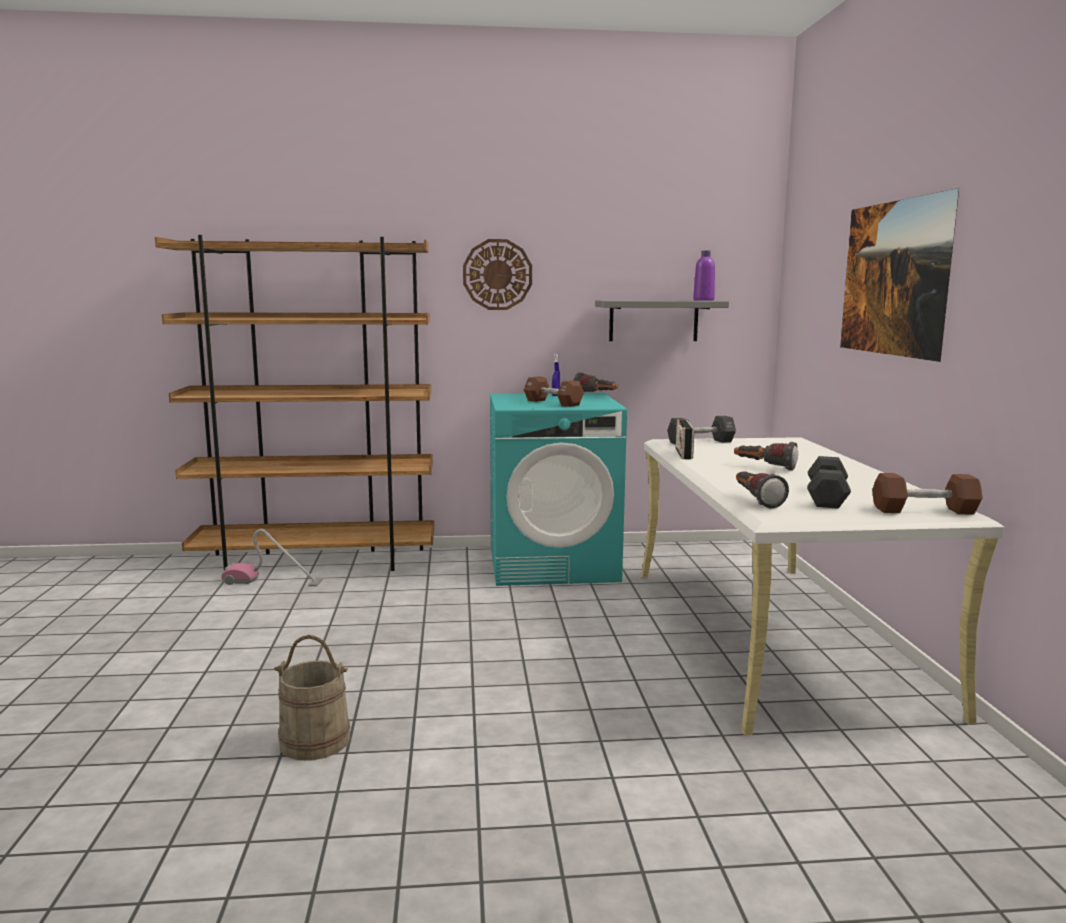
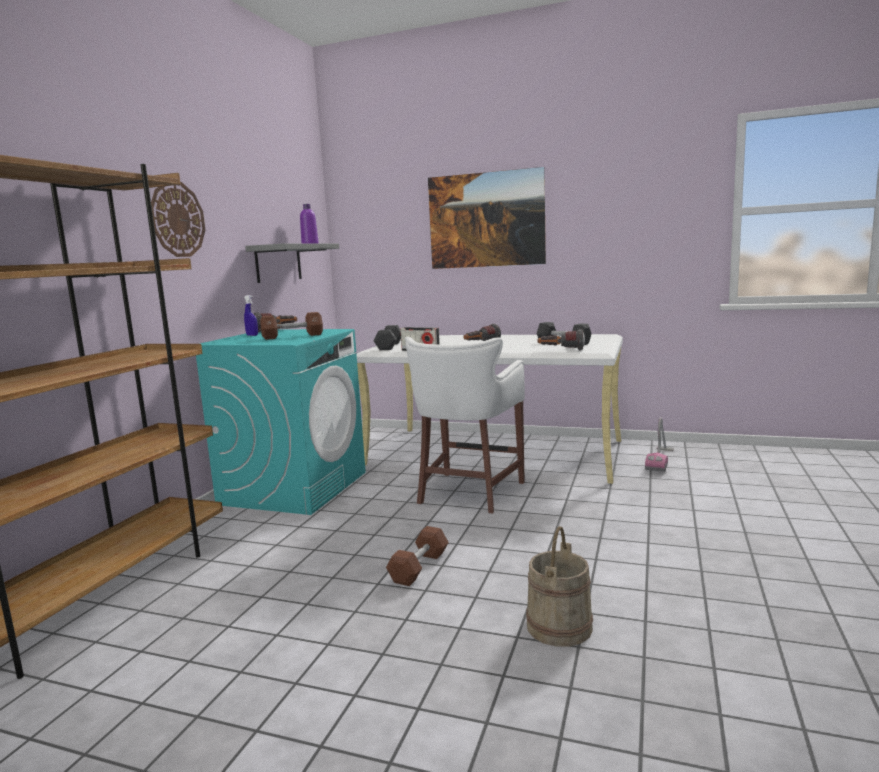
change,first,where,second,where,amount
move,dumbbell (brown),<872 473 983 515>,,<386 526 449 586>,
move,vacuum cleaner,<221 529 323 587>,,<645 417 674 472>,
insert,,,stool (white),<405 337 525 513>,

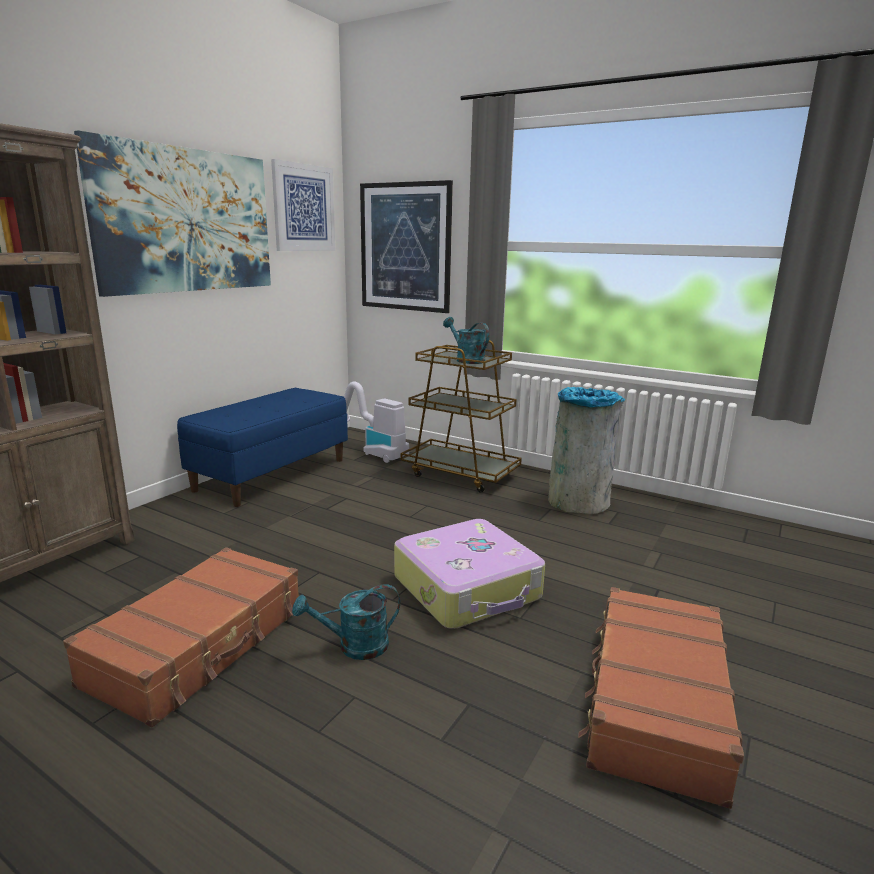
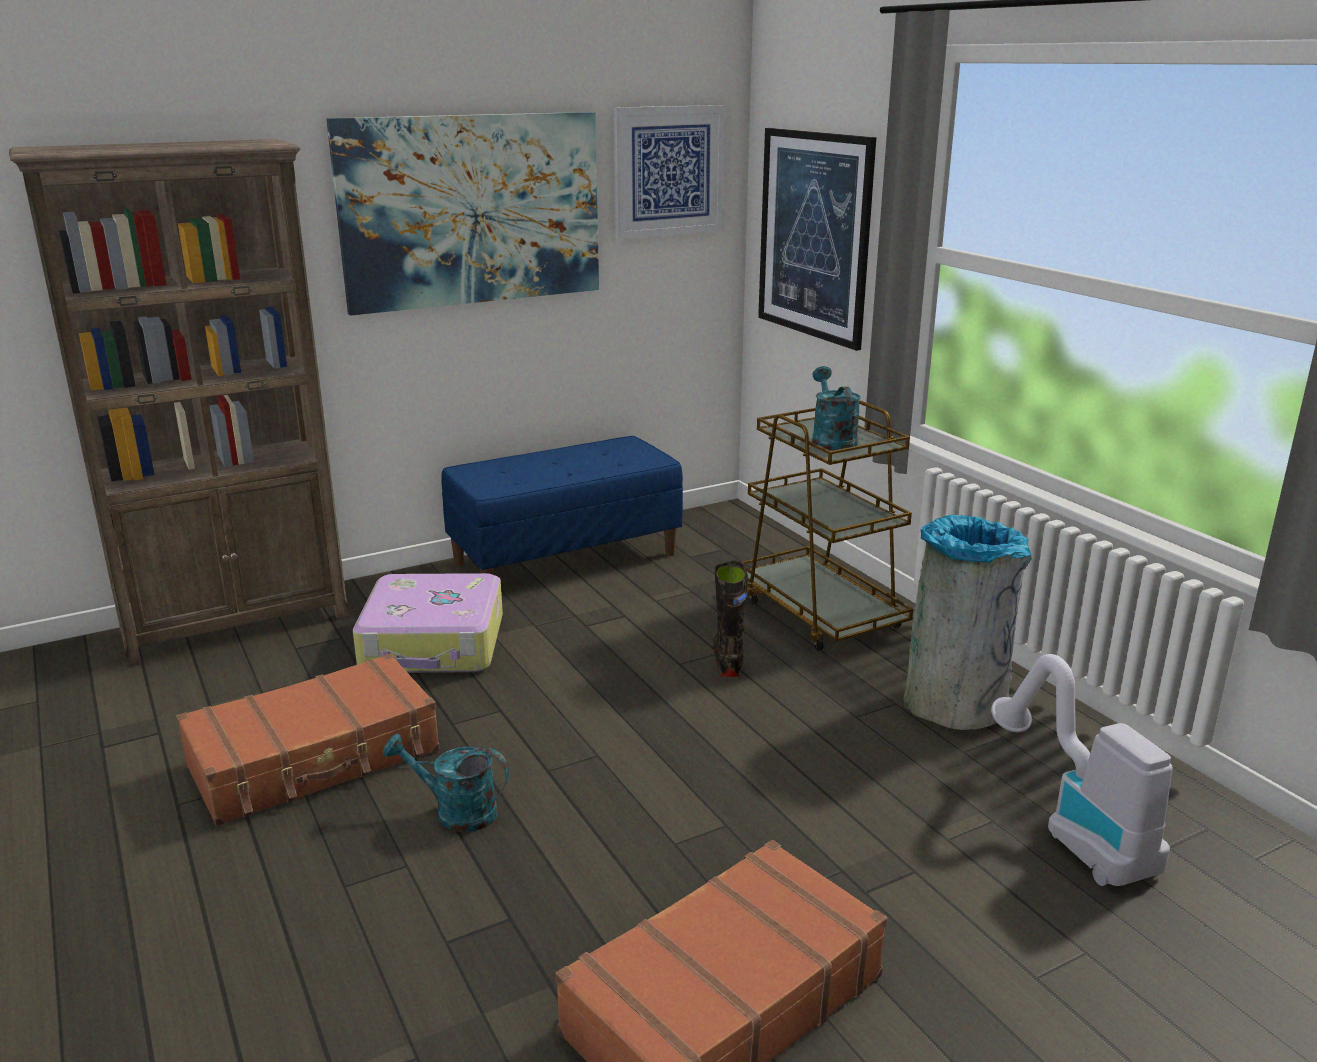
change,first,where,second,where,amount
move,vacuum cleaner,<344 382 409 463>,,<991 654 1173 886>,
move,suitcase,<394 519 545 629>,,<353 573 503 673>,
insert,,,boot (black),<713 560 748 677>,

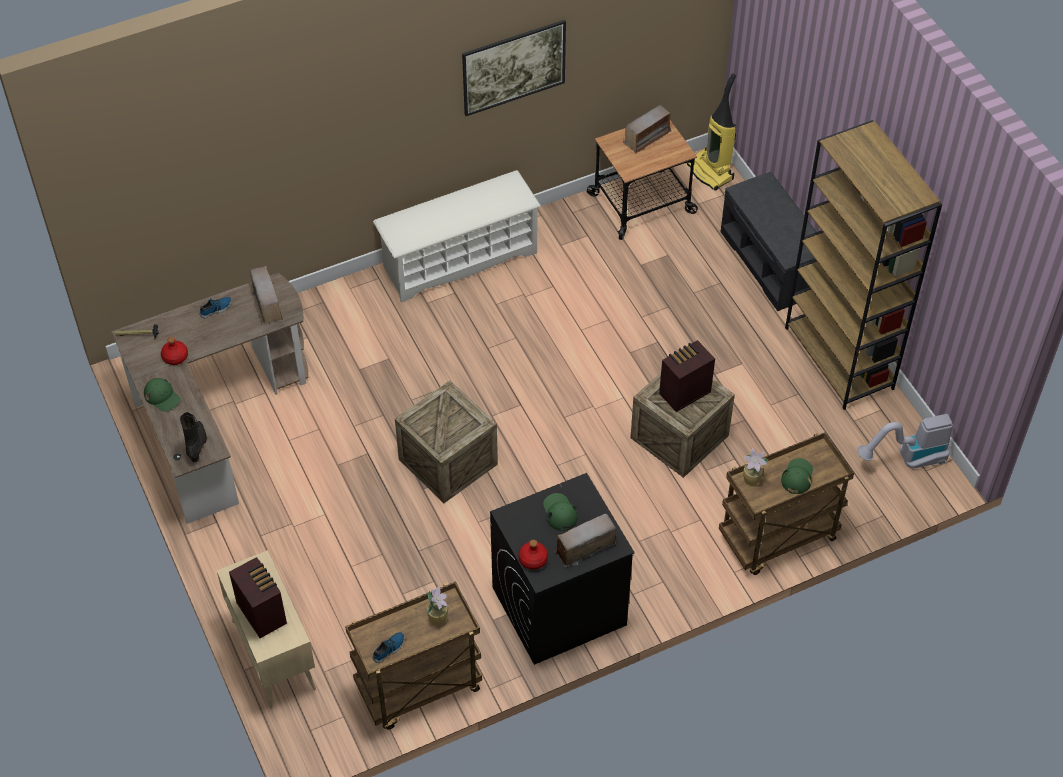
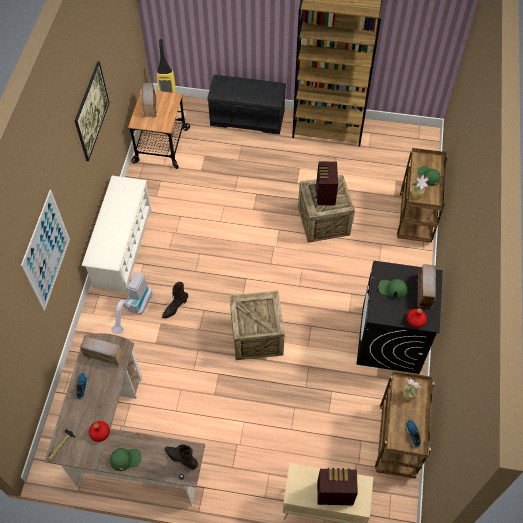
change,first,where,second,where,amount
move,vacuum cleaner,<857 414 953 469>,,<111 272 153 334>,
insert,,,picture,<21 190 70 311>,
insert,,,boot (black),<162 282 188 318>,

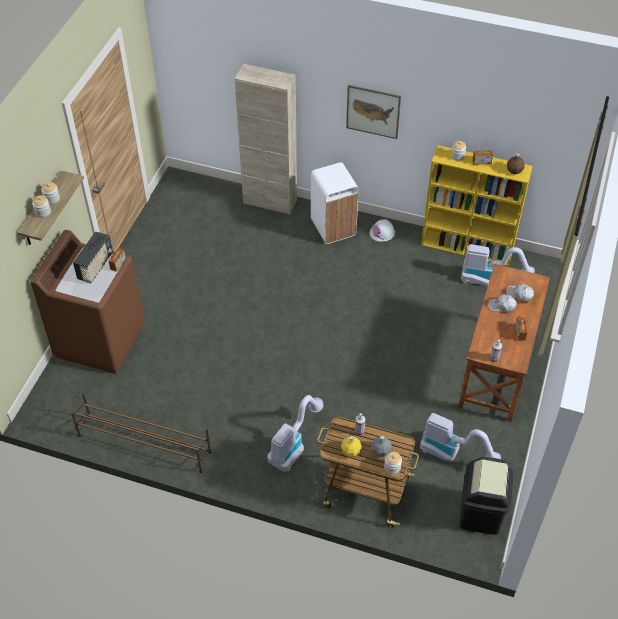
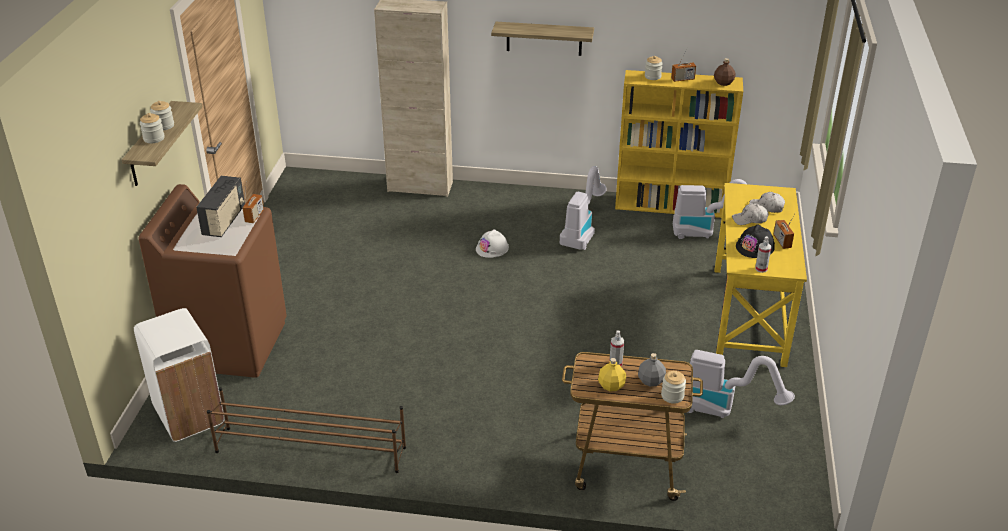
change,first,where,second,where,amount
replace,picture,<346 85 401 139>,shelf,<491 22 594 56>,
move,trash can (white),<311 162 359 244>,,<134 308 225 442>,
move,hard hat (white),<370 219 395 242>,,<476 229 509 258>,
recolor,desk (brown),<458 264 550 422>,desk (yellow),<715 183 807 367>,
move,vacuum cleaner,<267 395 323 472>,,<559 166 607 250>,
delete,trash can (black),<459 457 513 535>,,,
insert,,,hard hat (black),<736 224 775 258>,

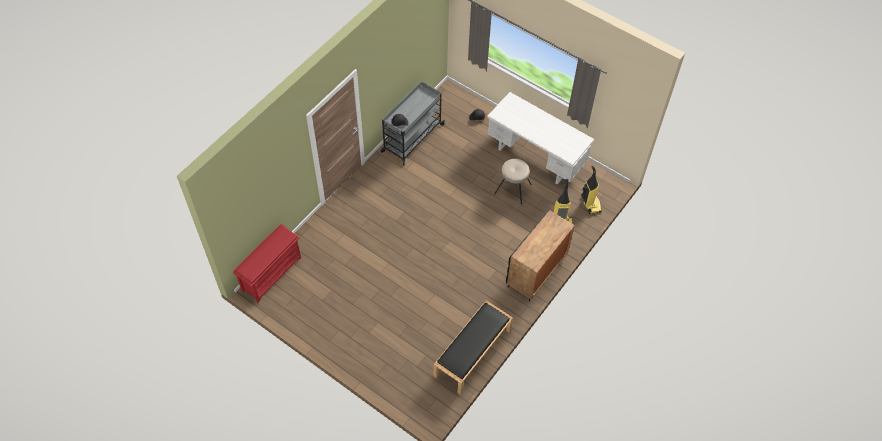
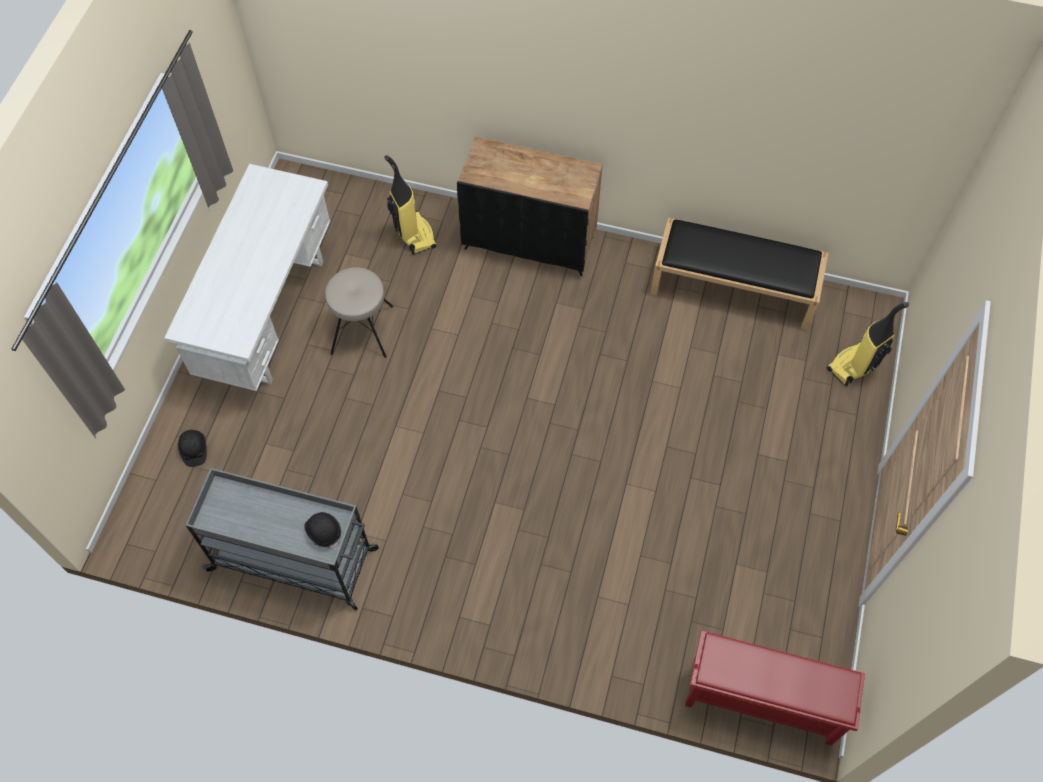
change,first,where,second,where,amount
move,vacuum cleaner,<581 166 602 214>,,<827 302 909 386>,

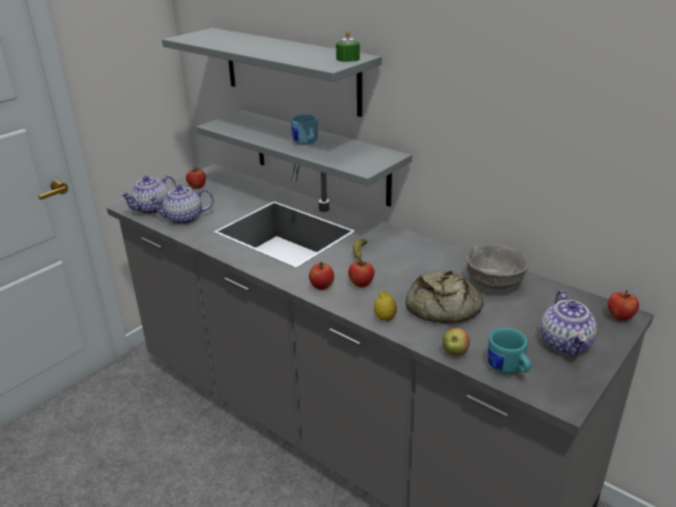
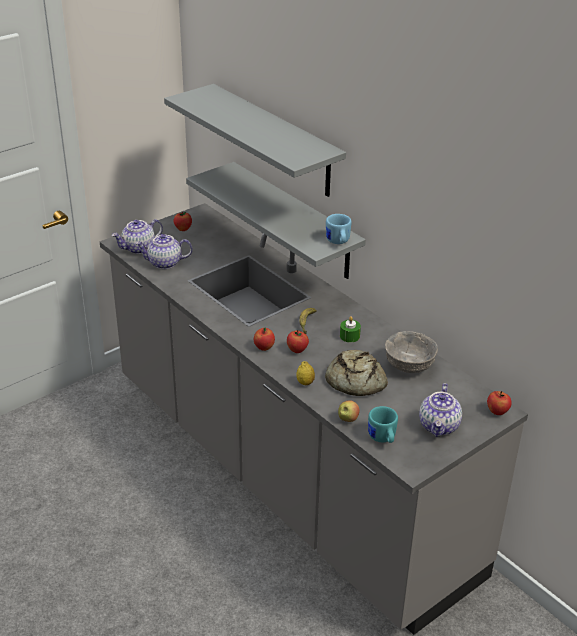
change,first,where,second,where,amount
move,candle (green),<336 30 360 62>,,<340 316 361 342>,
move,mug (blue),<291 114 318 145>,,<326 214 351 244>,

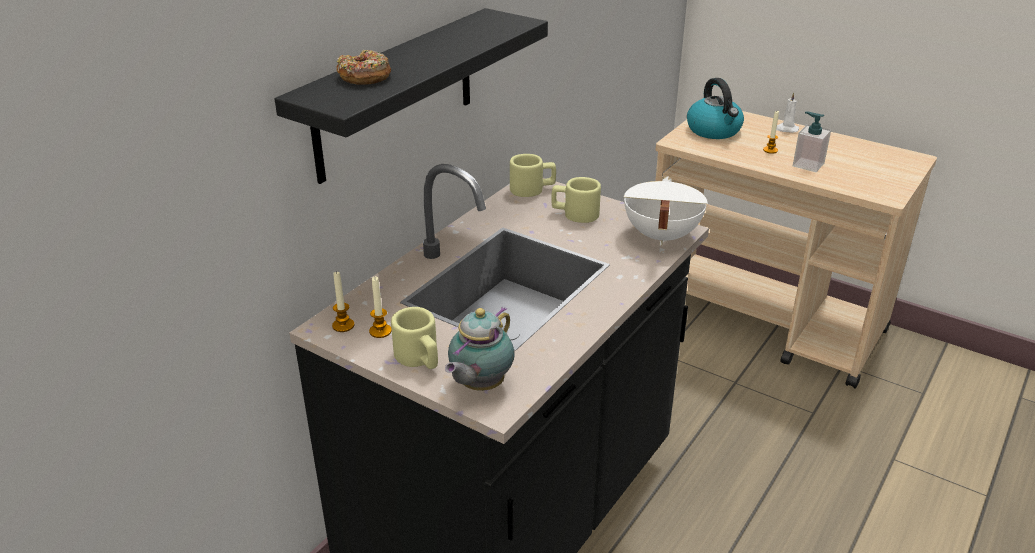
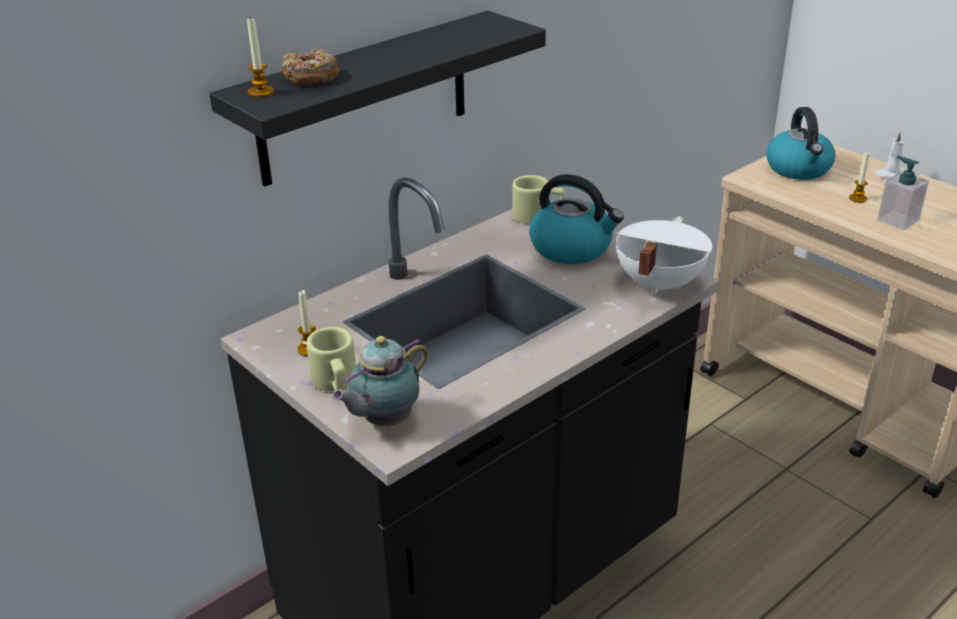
change,first,where,second,where,amount
replace,mug (beige),<551 177 601 223>,kettle,<529 174 624 264>,
move,candle,<332 271 355 332>,,<247 16 274 97>,

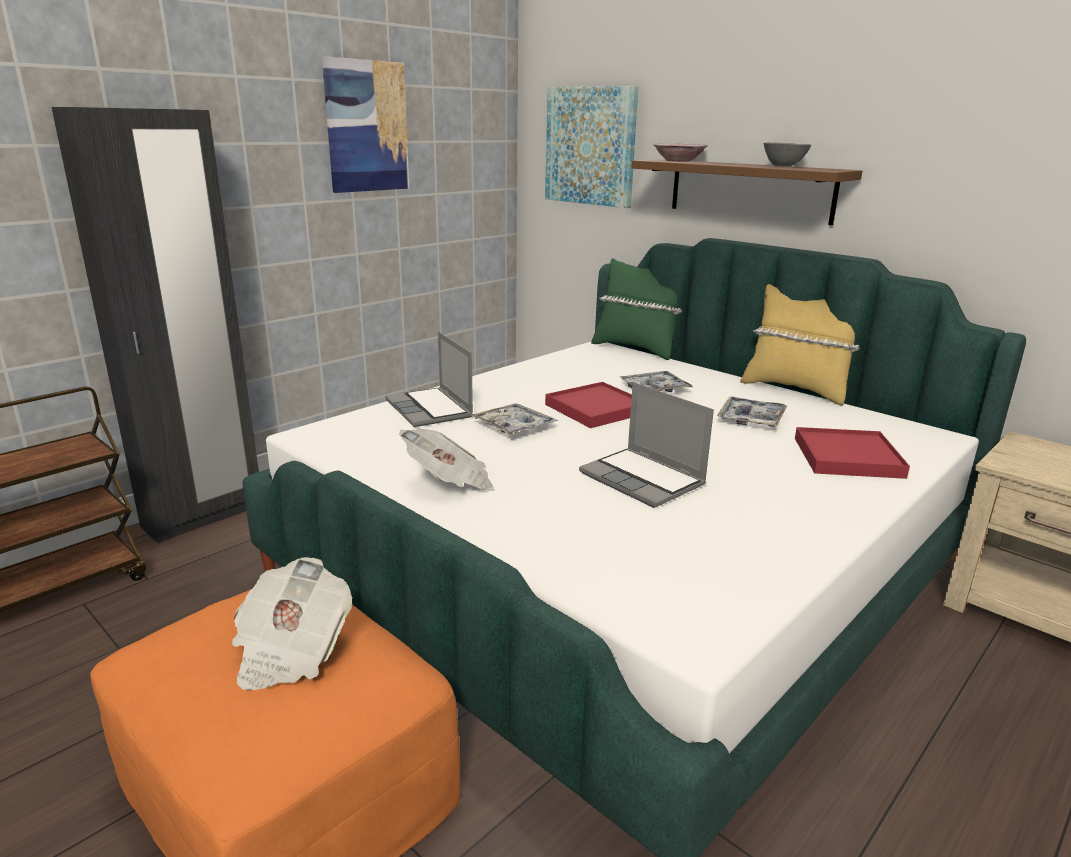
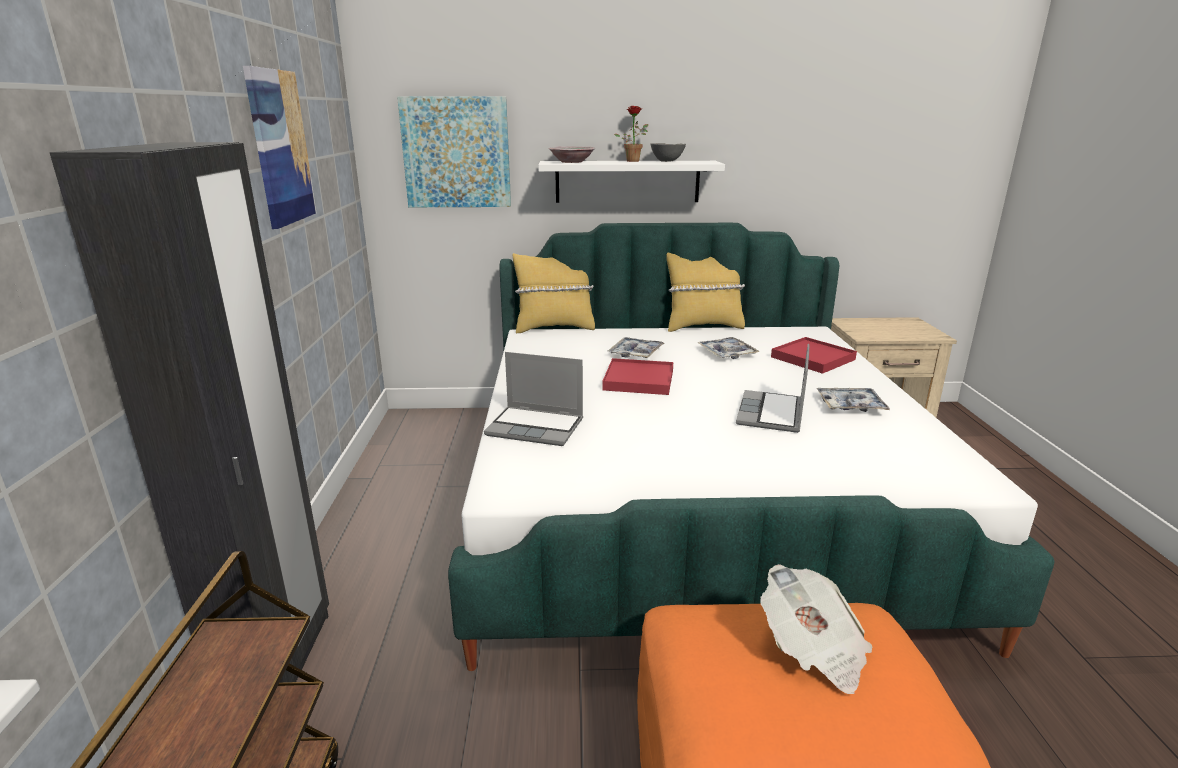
change,first,where,second,where,amount
recolor,shelf (brown),<631 159 862 225>,shelf (white),<538 161 725 203>,
recolor,pillow (green),<591 258 682 360>,pillow (yellow),<512 253 595 333>,
rotate,laptop,<579 382 714 508>,,<736 344 810 433>,105 degrees clockwise
move,tray,<471 403 558 435>,,<817 388 890 412>,
delete,newspaper,<399 429 494 491>,,,
insert,,,potted plant,<614 106 648 162>,

